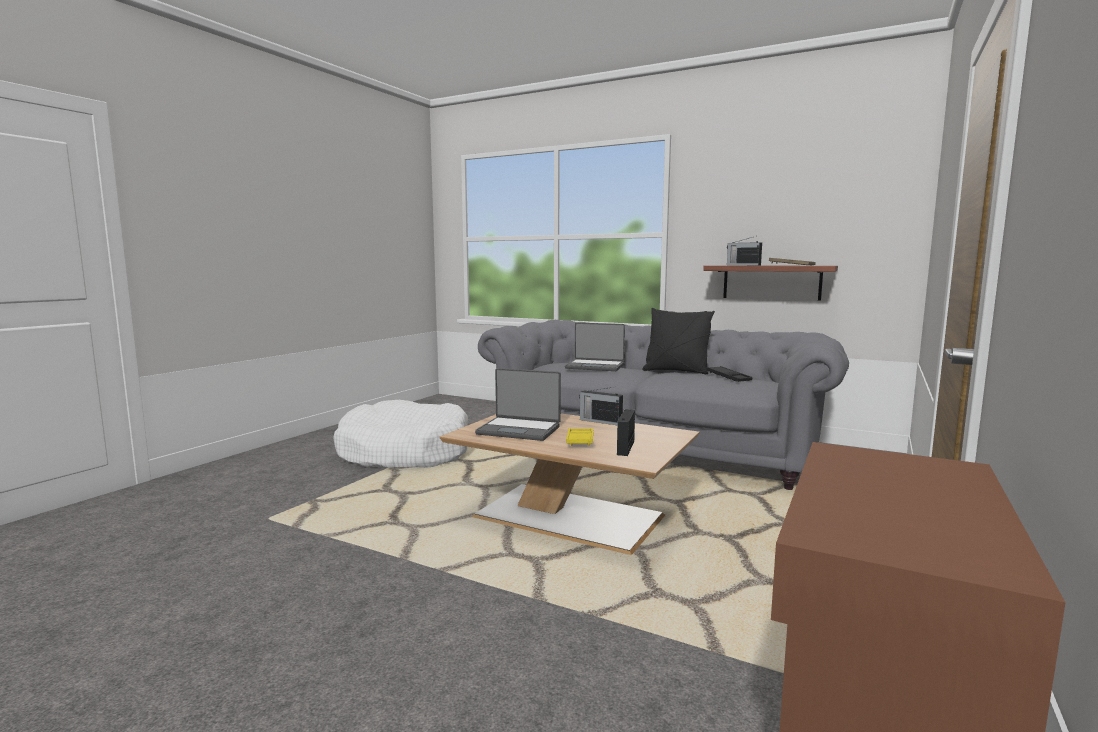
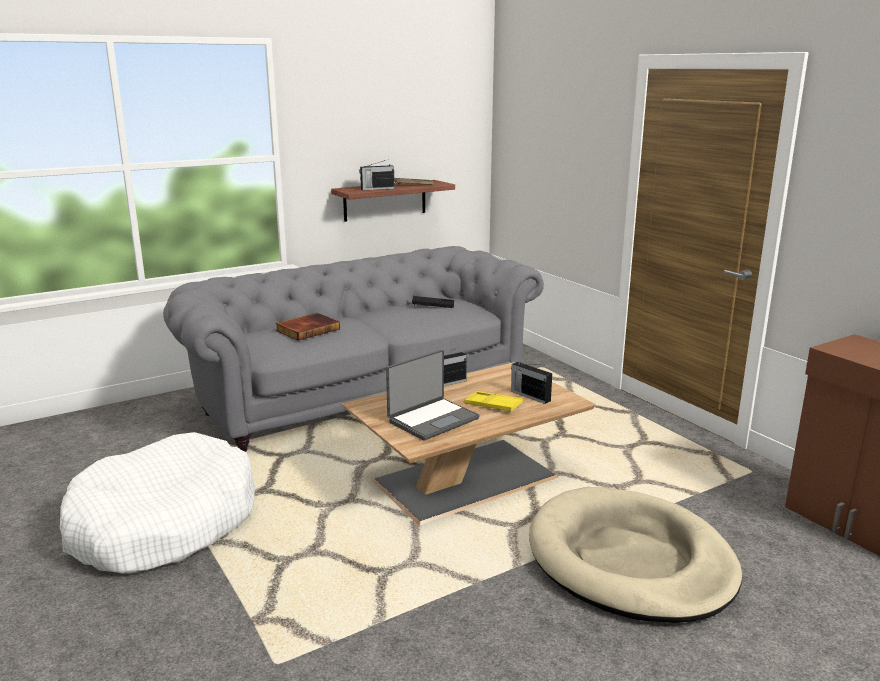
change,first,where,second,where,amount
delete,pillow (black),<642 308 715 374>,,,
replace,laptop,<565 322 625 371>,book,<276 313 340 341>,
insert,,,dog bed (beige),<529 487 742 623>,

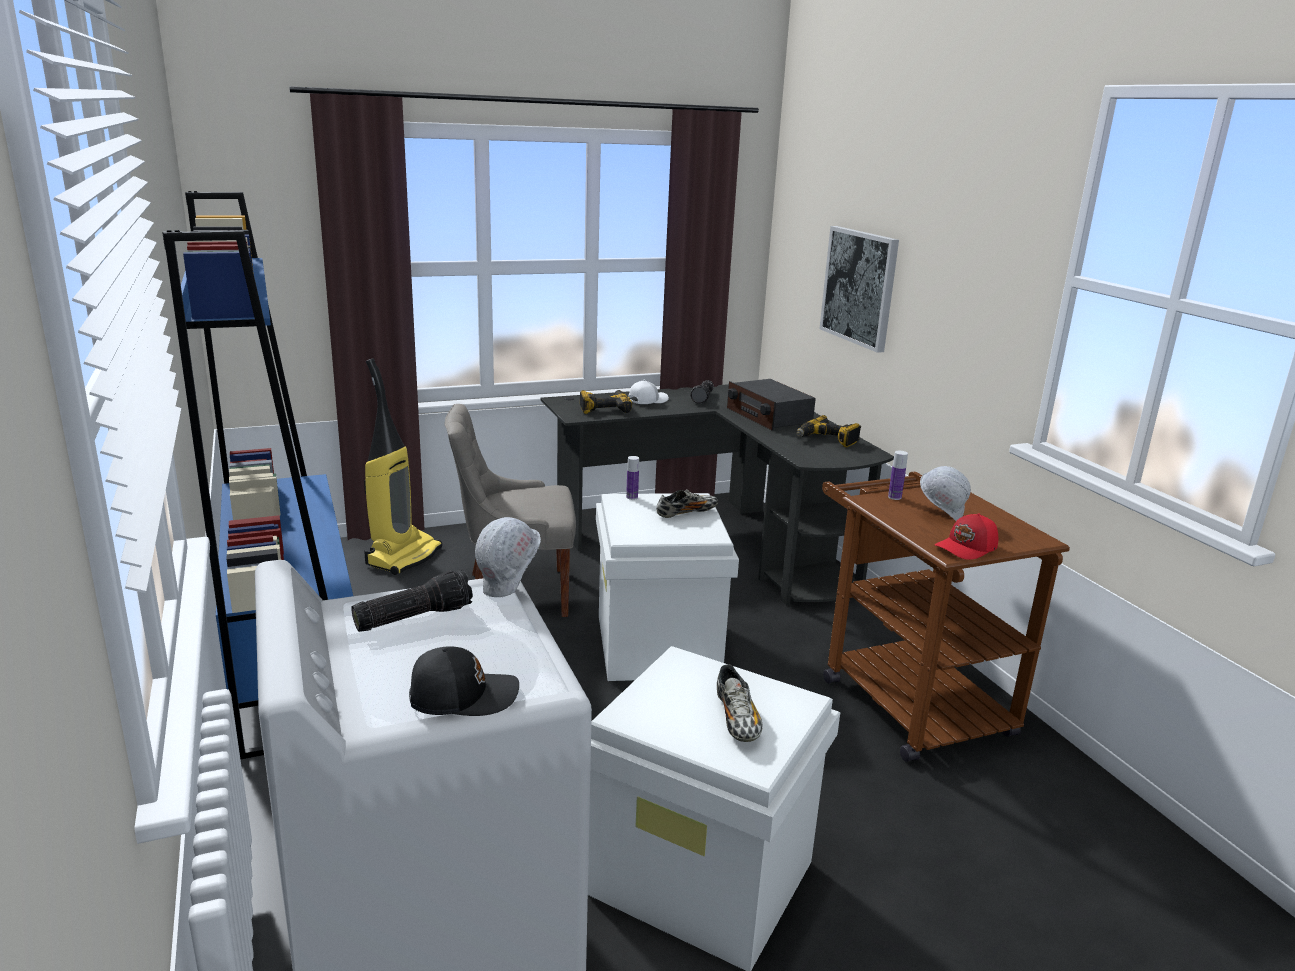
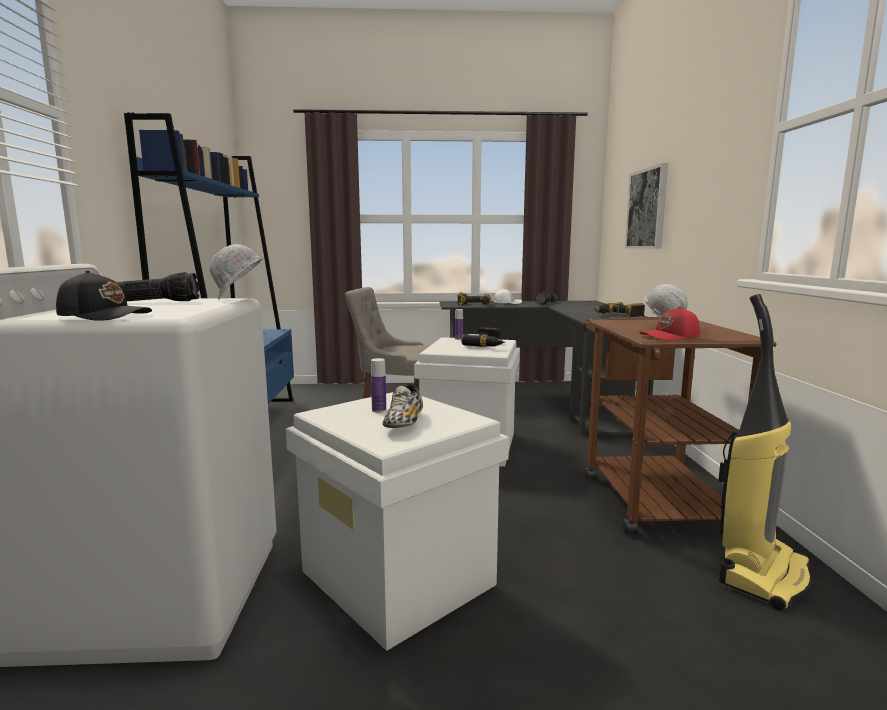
change,first,where,second,where,amount
move,vacuum cleaner,<364 358 442 575>,,<718 294 811 611>,
delete,radio,<727 379 816 431>,,,
move,bottle,<888 451 908 500>,,<371 358 386 413>,
replace,shoe,<656 489 718 518>,power drill,<461 327 505 347>,

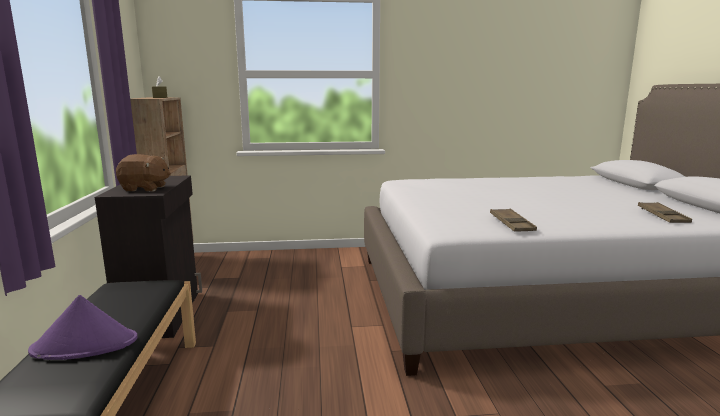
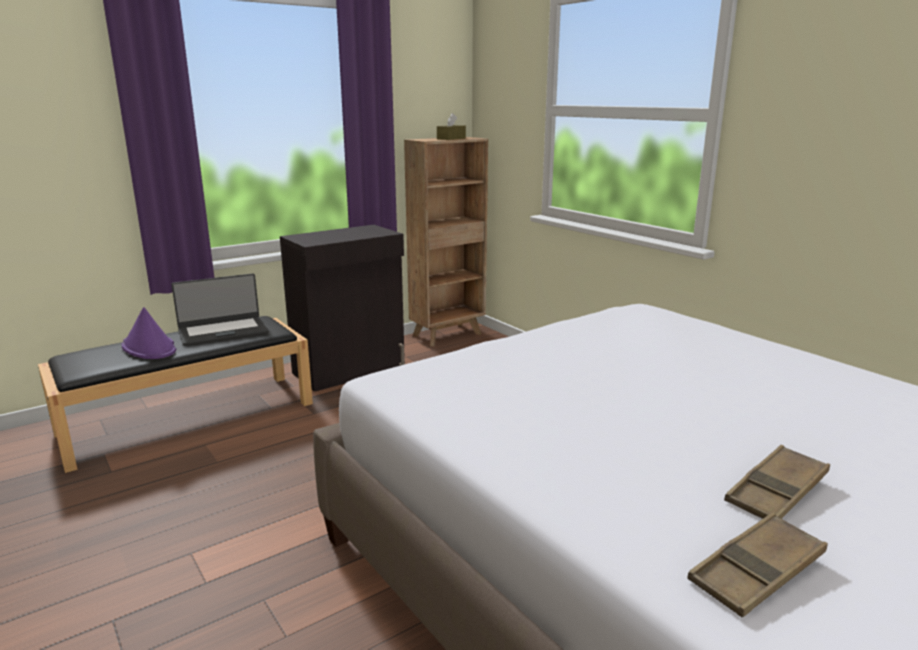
change,first,where,second,where,amount
delete,plush toy (brown),<116 154 171 191>,,,
move,tray (brown),<490 208 537 232>,,<724 445 830 519>,
insert,,,laptop,<171 273 269 346>,

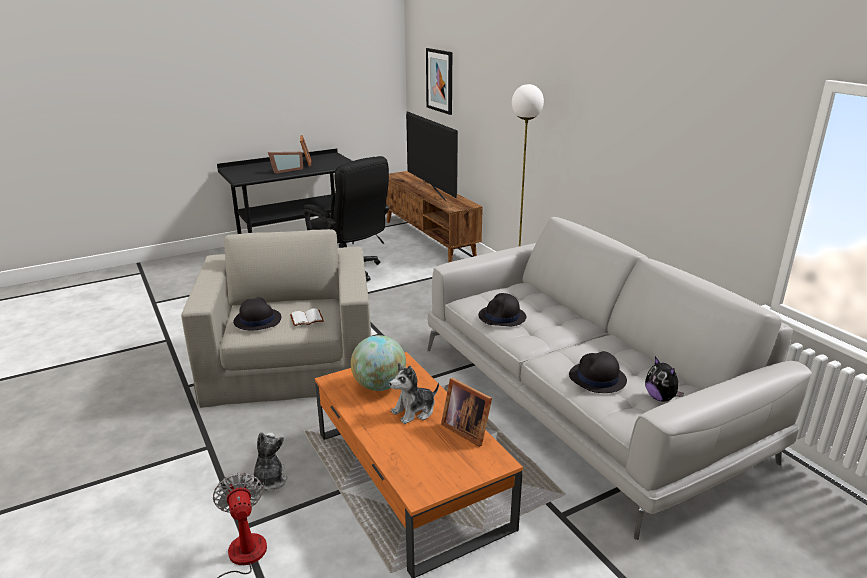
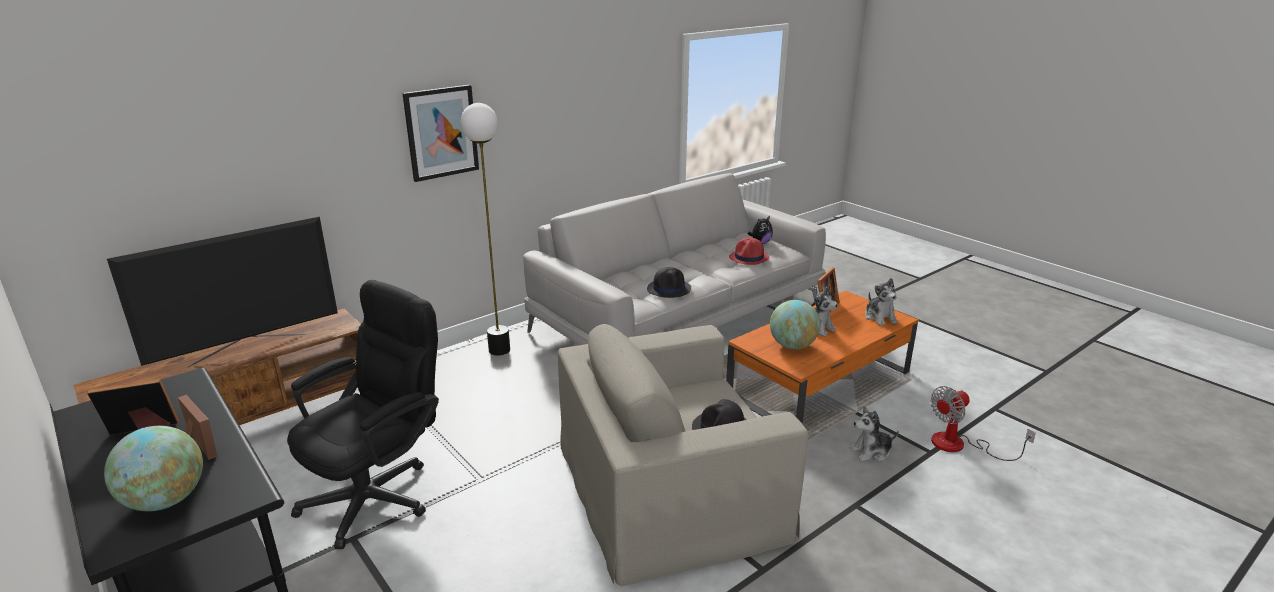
change,first,where,second,where,amount
move,picture,<426 48 452 115>,,<402 85 479 182>,
delete,book (white),<290 309 324 326>,,,
recolor,hat (black),<569 351 627 393>,hat (red),<729 238 770 265>,
insert,,,plush toy,<865 278 898 326>,
insert,,,globe,<104 426 203 511>,

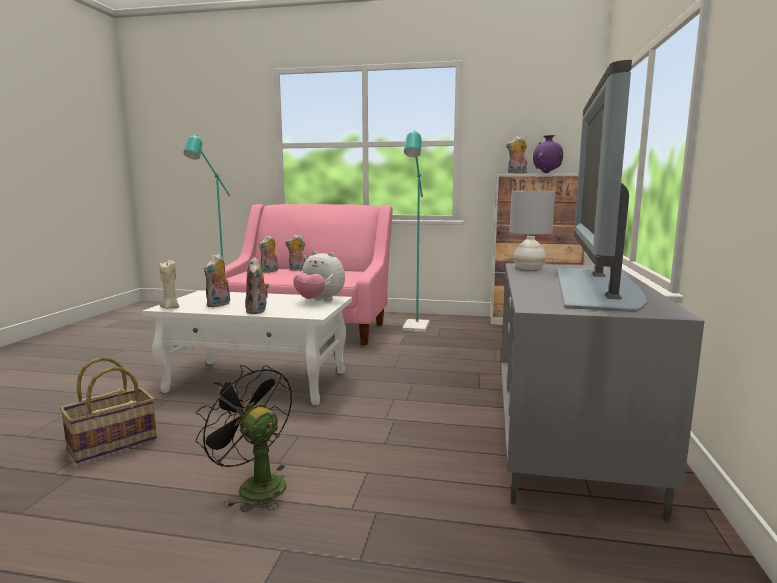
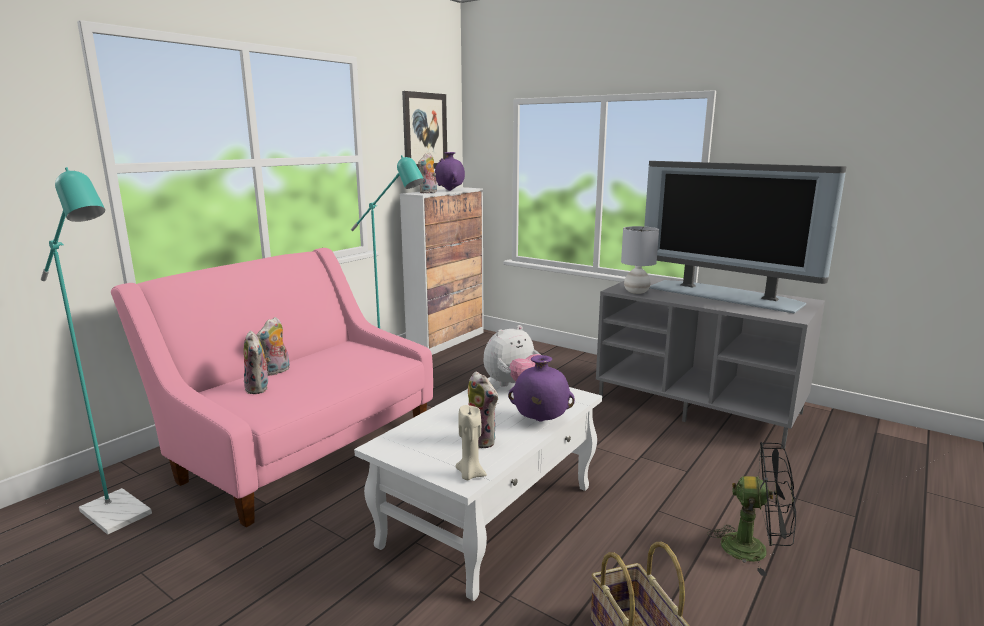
change,first,where,second,where,amount
replace,plush toy,<245 257 269 314>,vase (purple),<508 355 575 421>,
rotate,fan (black),<195 365 292 512>,,<707 442 796 576>,135 degrees counterclockwise
insert,,,picture,<402 91 447 169>,

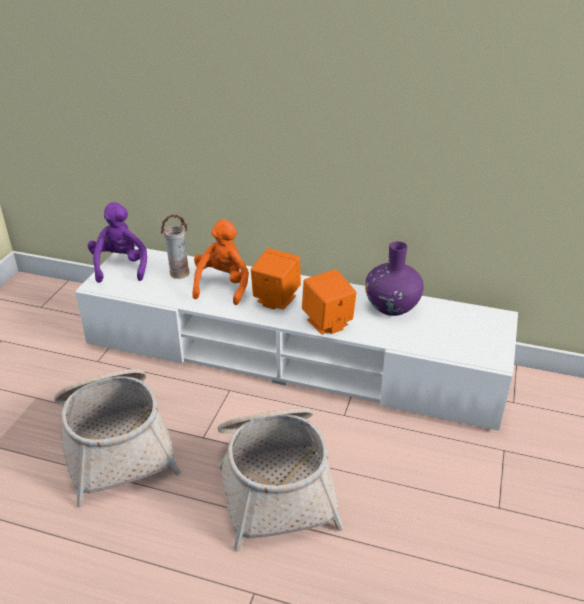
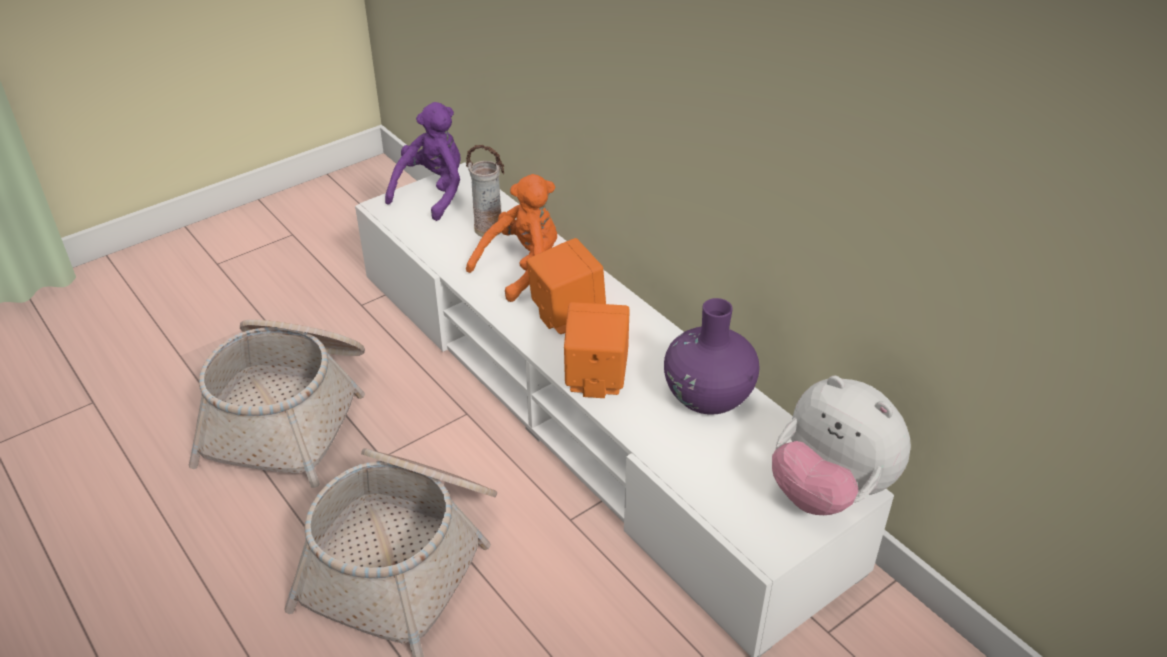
change,first,where,second,where,amount
insert,,,plush toy,<772 376 911 515>,

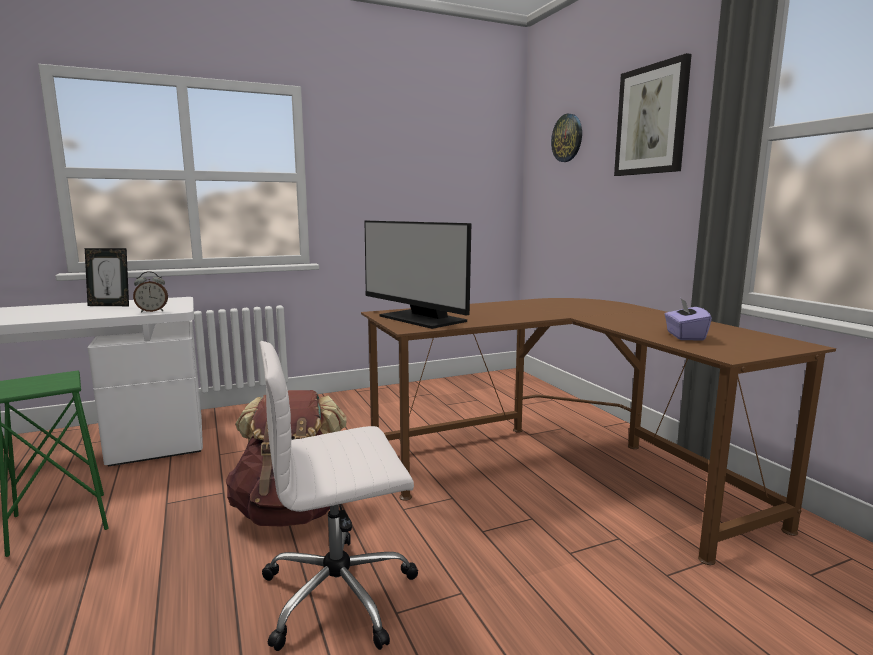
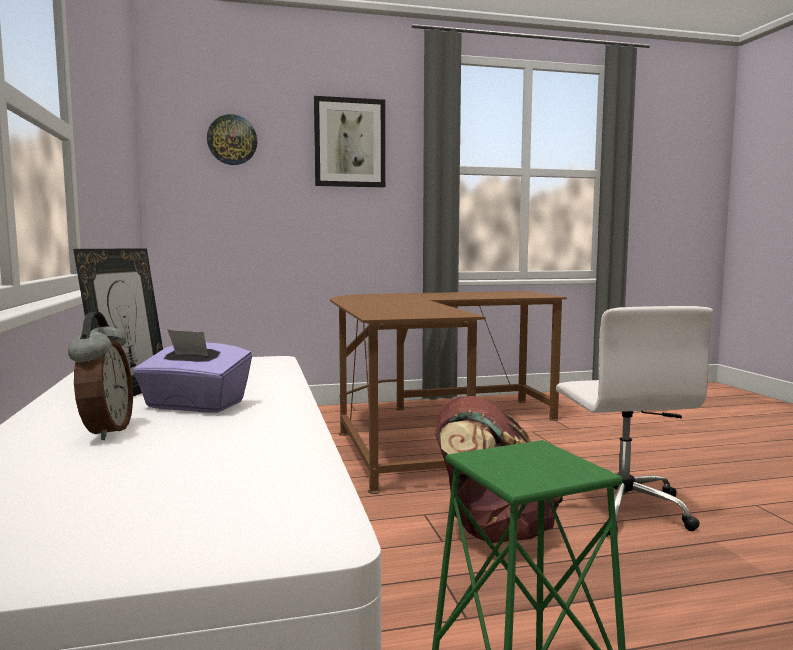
change,first,where,second,where,amount
delete,monitor,<365 221 471 329>,,,
move,alarm clock,<133 271 168 312>,,<68 312 133 440>,
move,tissue box (purple),<664 299 712 341>,,<133 329 252 413>,

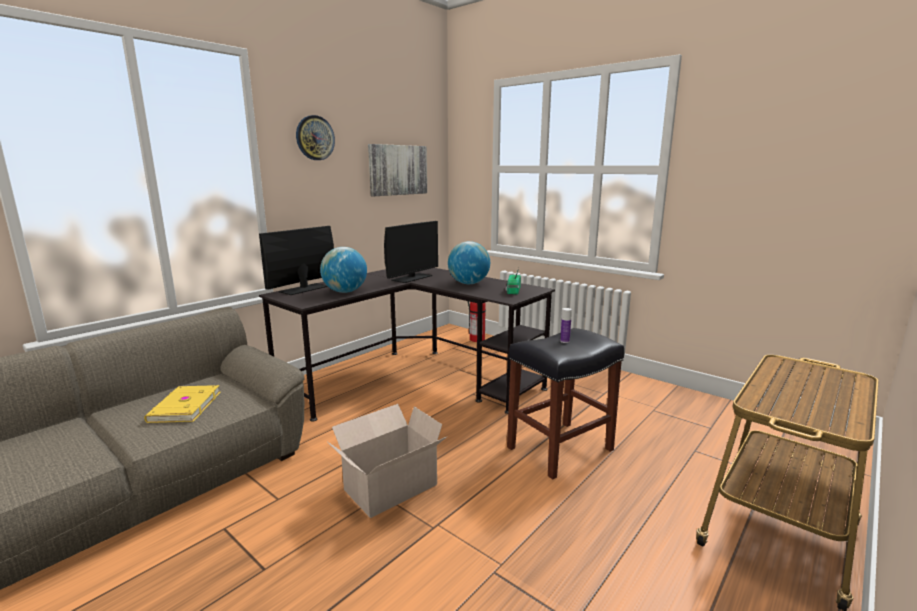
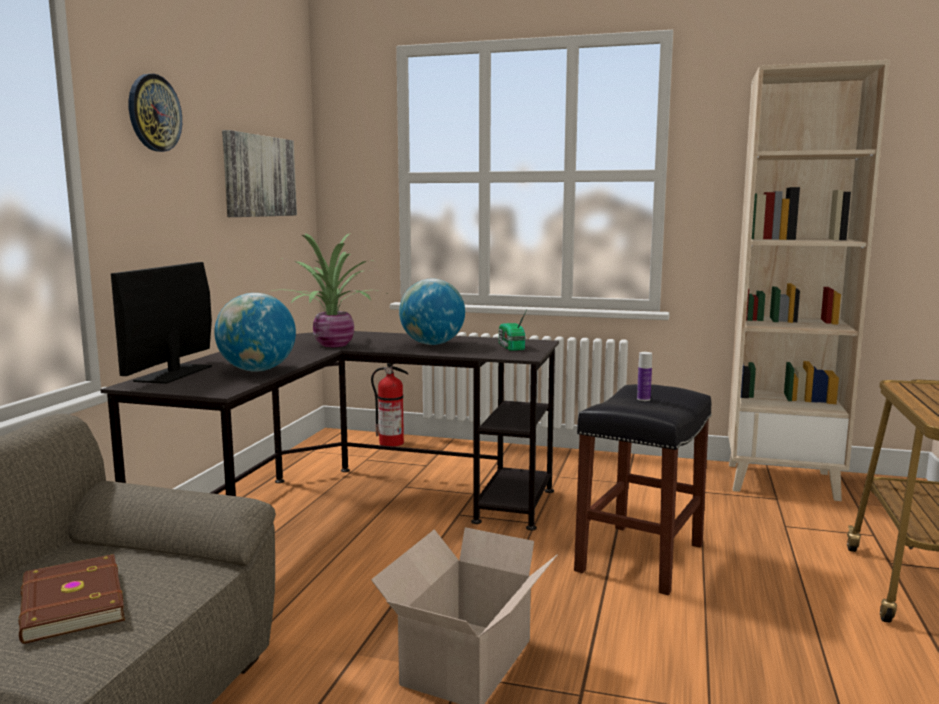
change,first,where,second,where,amount
replace,monitor,<384 221 438 283>,potted plant,<271 233 386 347>,
recolor,book (yellow),<144 385 220 423>,book (brown),<19 554 125 644>,
insert,,,bookcase (beige),<728 60 890 501>,

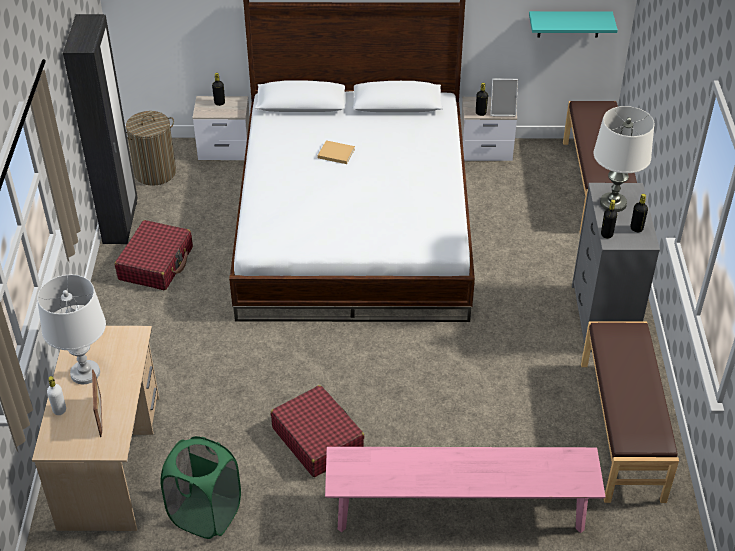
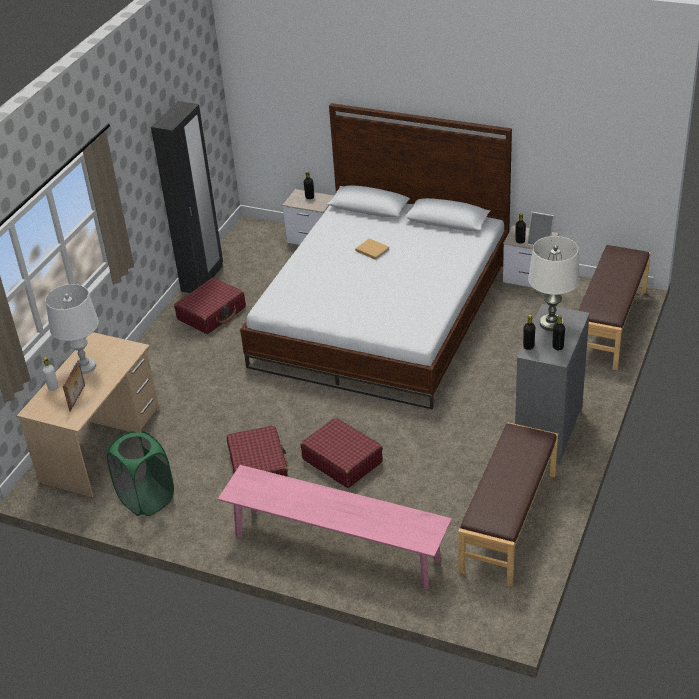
change,first,where,second,where,amount
delete,shelf (turquoise),<529 11 618 38>,,,
delete,laundry basket,<126 111 176 186>,,,
insert,,,suitcase (red),<301 418 383 488>,

